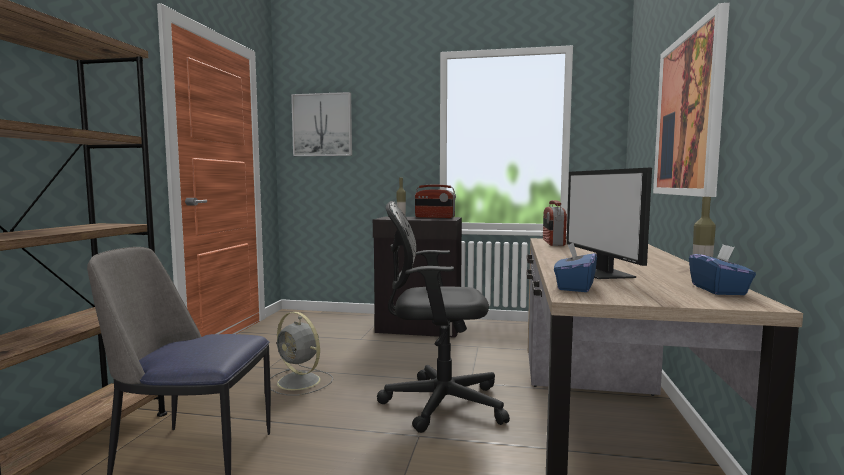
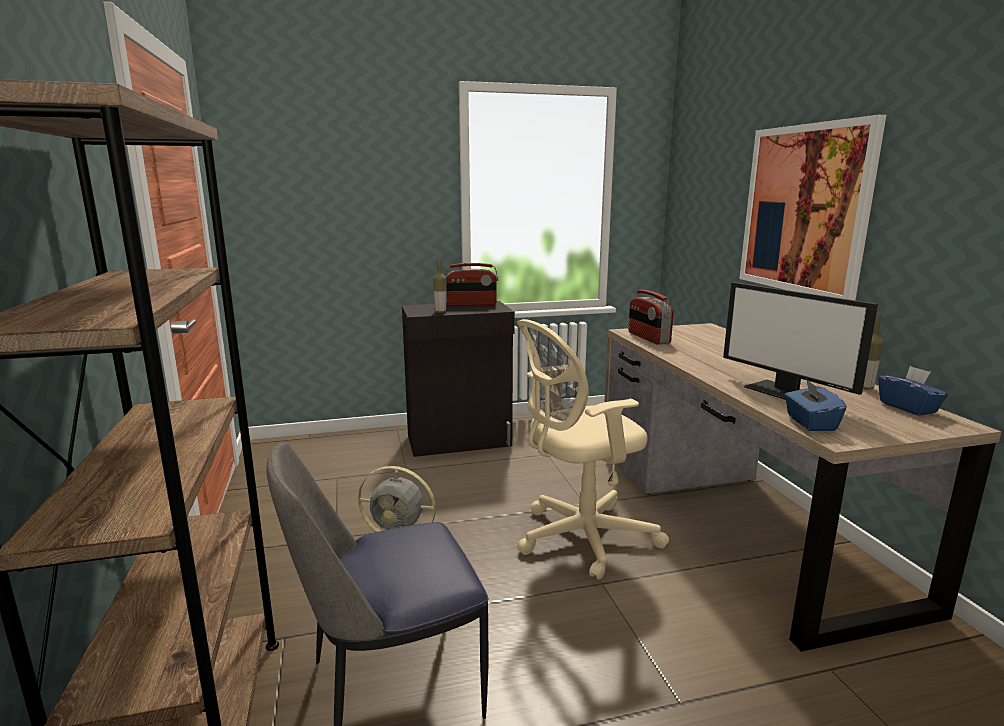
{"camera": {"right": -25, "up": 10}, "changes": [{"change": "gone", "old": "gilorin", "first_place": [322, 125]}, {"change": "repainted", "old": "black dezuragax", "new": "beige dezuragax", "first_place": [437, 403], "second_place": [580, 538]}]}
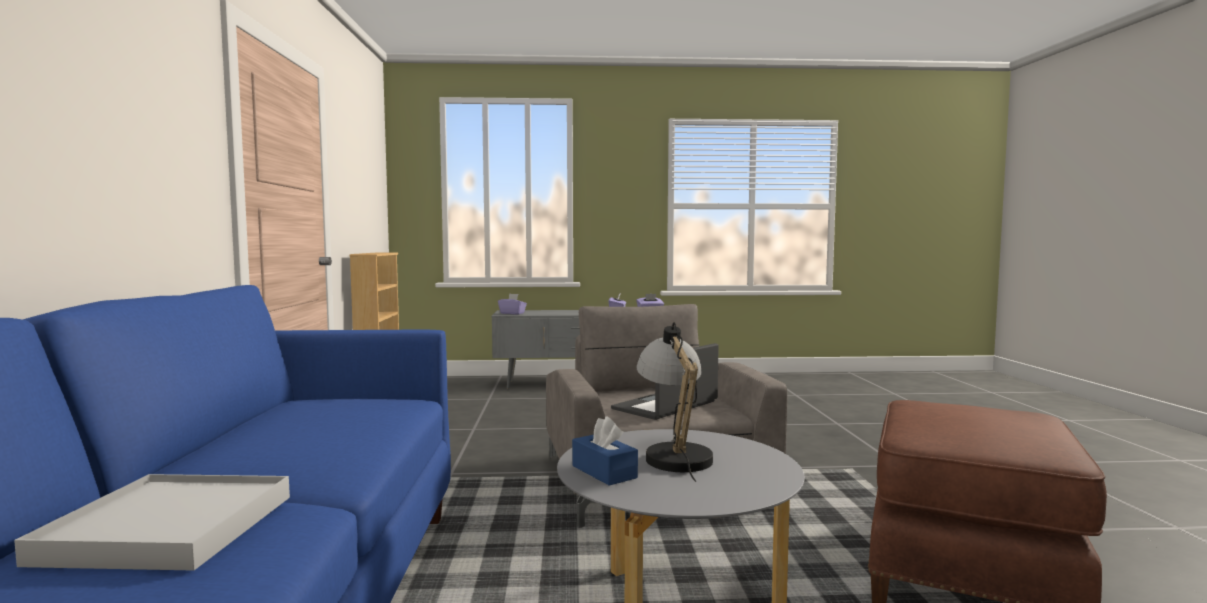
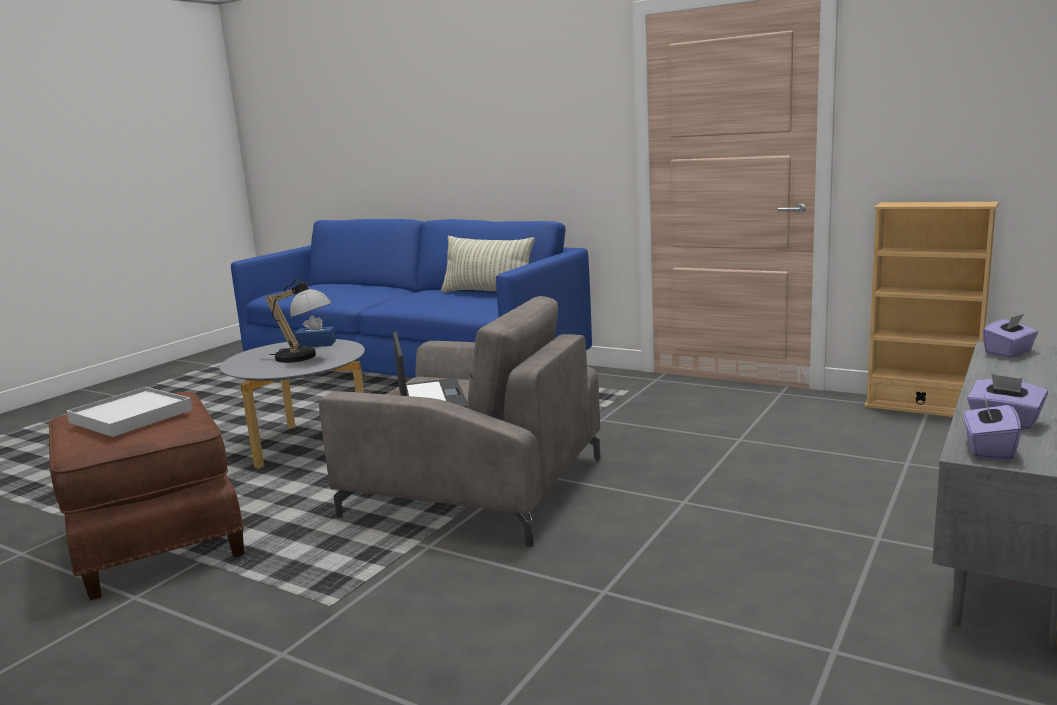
{"camera": {"right": 125, "up": 10}, "changes": [{"change": "shifted", "old": "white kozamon", "first_place": [168, 528], "second_place": [131, 416]}, {"change": "new", "new": "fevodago", "second_place": [488, 293]}]}
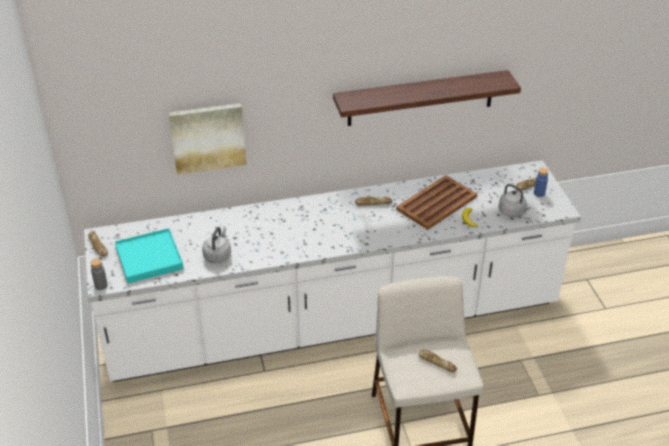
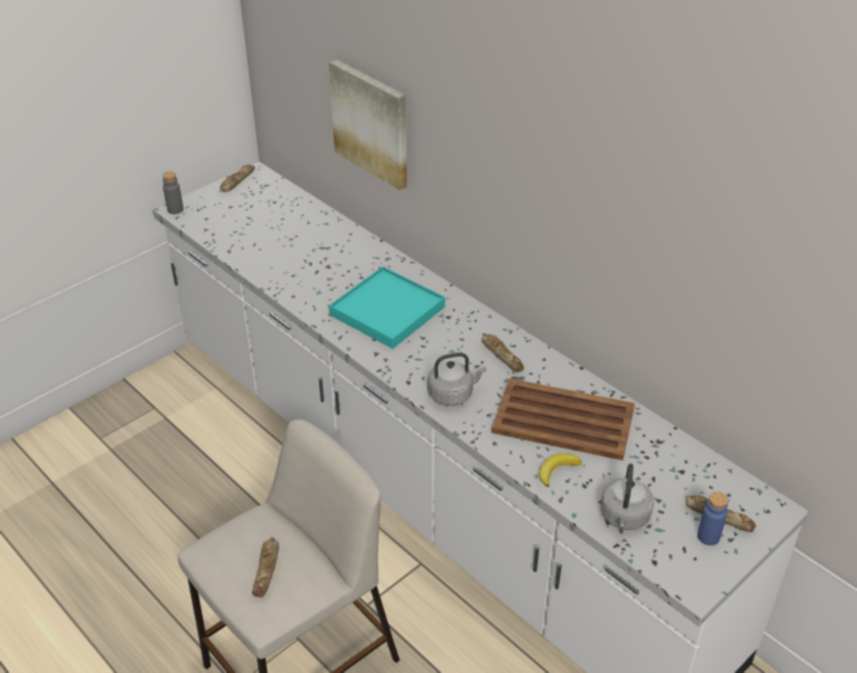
{"camera": {"right": 60, "up": 0}, "changes": [{"change": "gone", "old": "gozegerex", "first_place": [420, 98]}, {"change": "shifted", "old": "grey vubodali", "first_place": [218, 255], "second_place": [453, 394]}, {"change": "shifted", "old": "turquoise kozamon", "first_place": [149, 258], "second_place": [387, 311]}]}
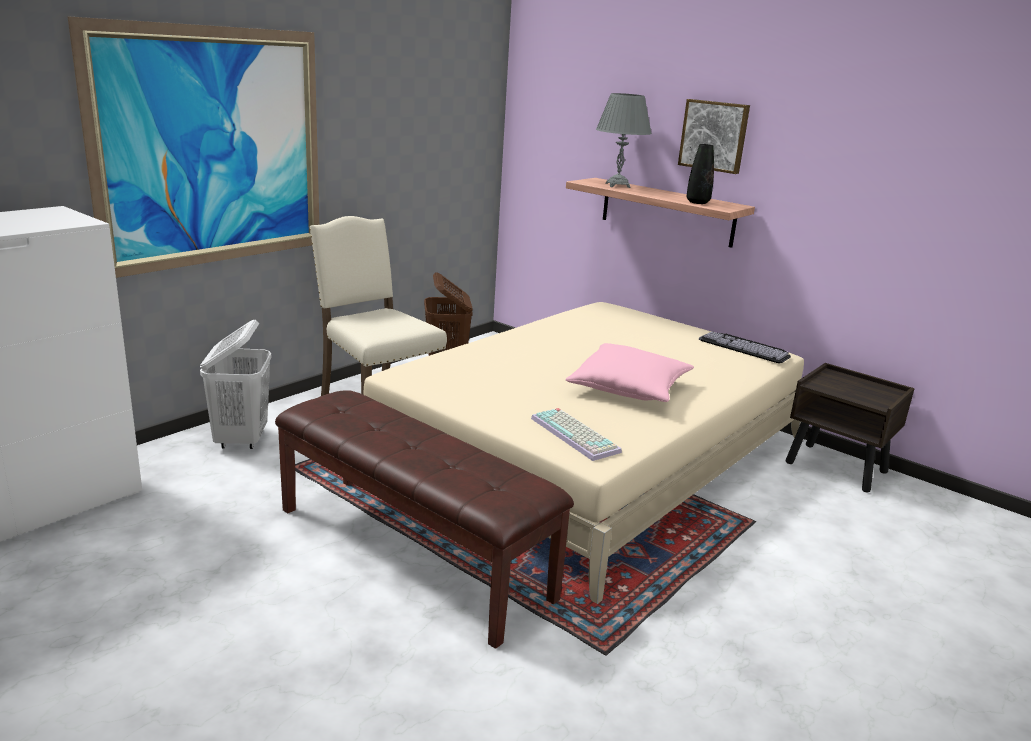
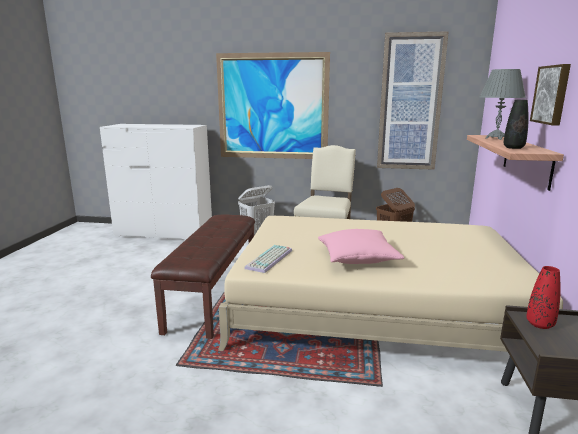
{"camera": {"right": 60, "up": -5}, "changes": [{"change": "gone", "old": "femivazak", "first_place": [746, 347]}, {"change": "new", "new": "gilorin", "second_place": [410, 103]}, {"change": "new", "new": "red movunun", "second_place": [540, 324]}]}
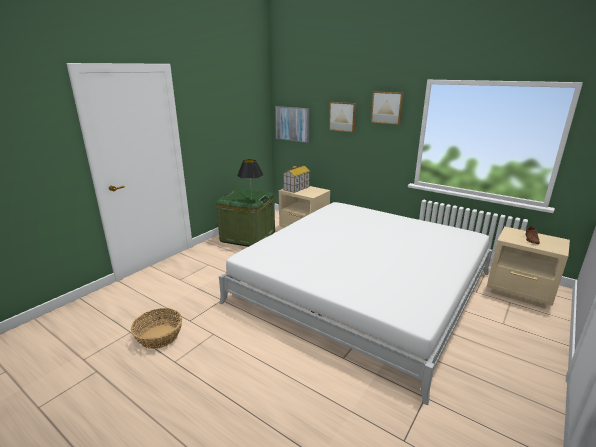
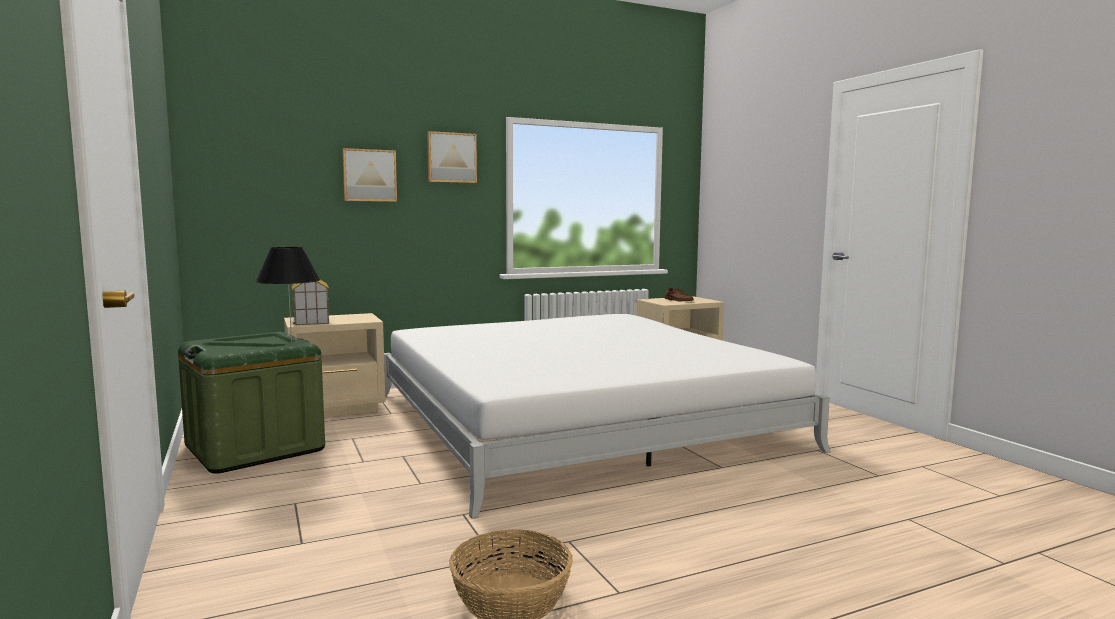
{"camera": {"right": -60, "up": -15}, "changes": [{"change": "gone", "old": "gilorin", "first_place": [292, 124]}]}
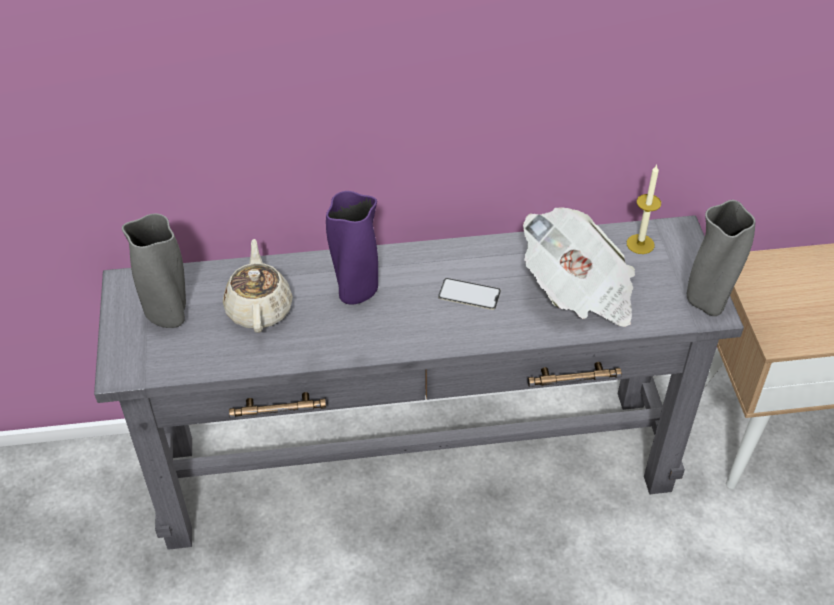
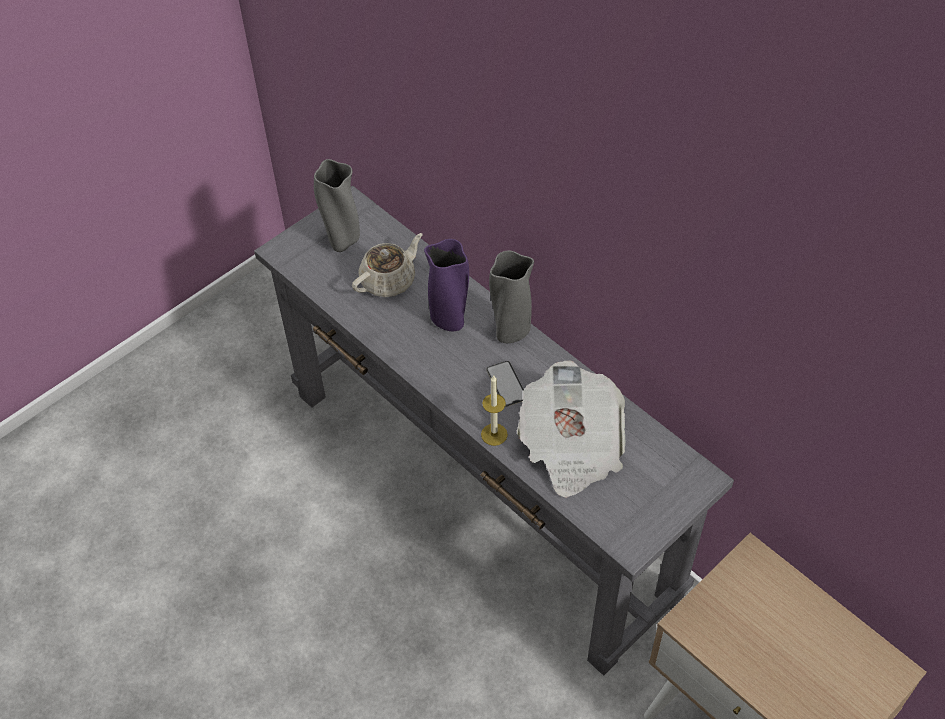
{"camera": {"right": 55, "up": 5}, "changes": [{"change": "shifted", "old": "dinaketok", "first_place": [640, 244], "second_place": [494, 434]}, {"change": "shifted", "old": "grey movunun", "first_place": [707, 303], "second_place": [511, 332]}]}
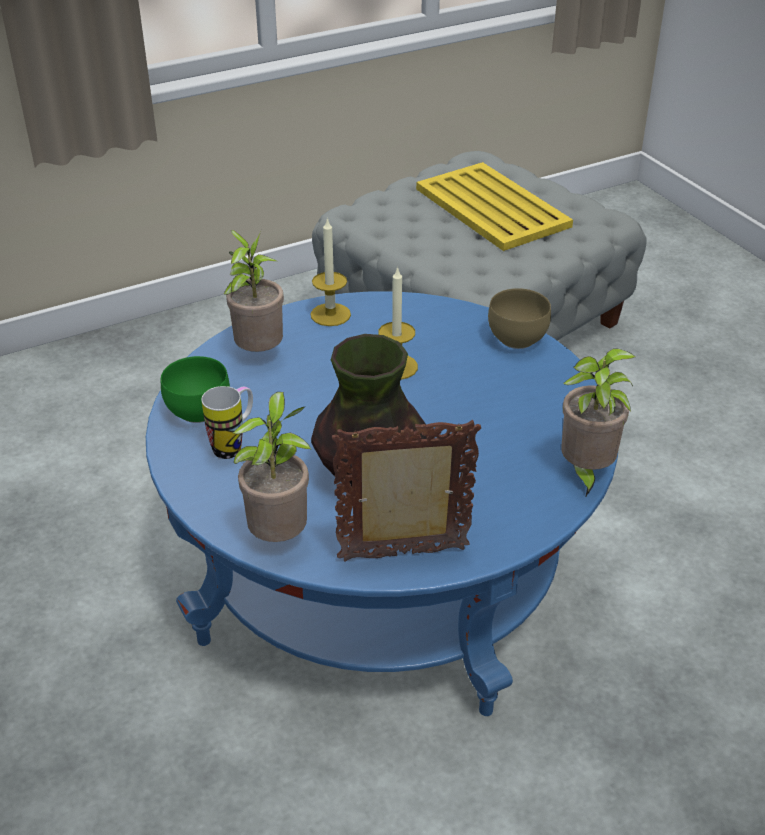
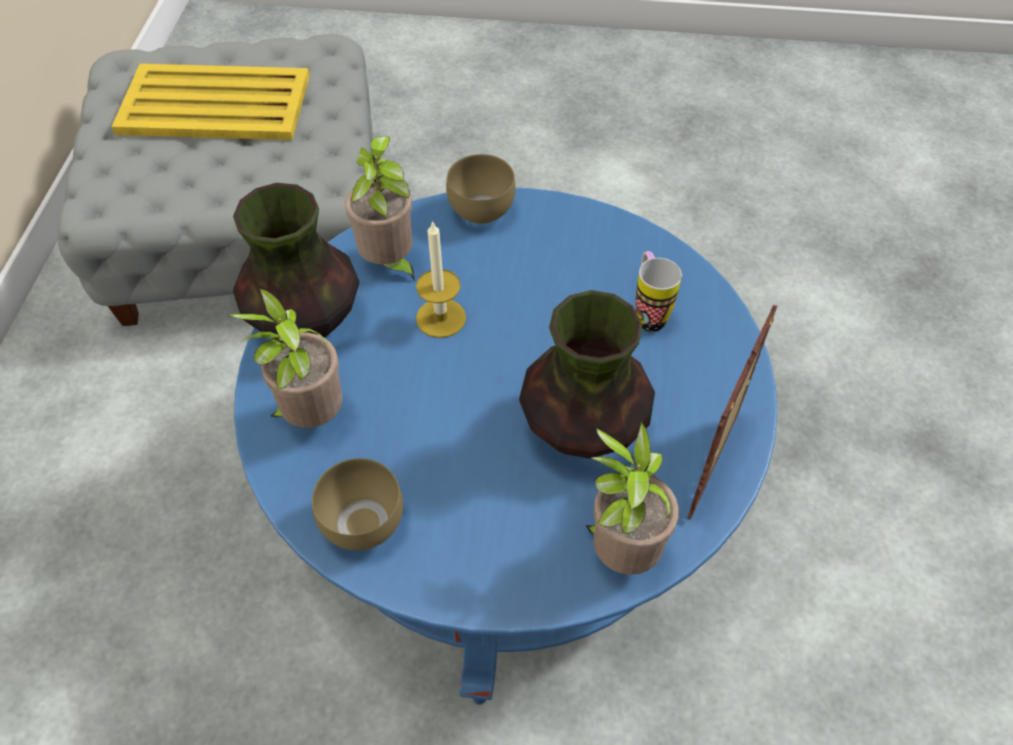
{"camera": {"right": -55, "up": 15}, "changes": [{"change": "swapped", "old": "dinaketok", "new": "movunun", "first_place": [330, 314], "second_place": [305, 320]}, {"change": "shifted", "old": "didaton", "first_place": [585, 473], "second_place": [389, 264]}, {"change": "repainted", "old": "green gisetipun", "new": "brown gisetipun", "first_place": [201, 412], "second_place": [366, 521]}, {"change": "shifted", "old": "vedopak", "first_place": [234, 445], "second_place": [647, 313]}]}
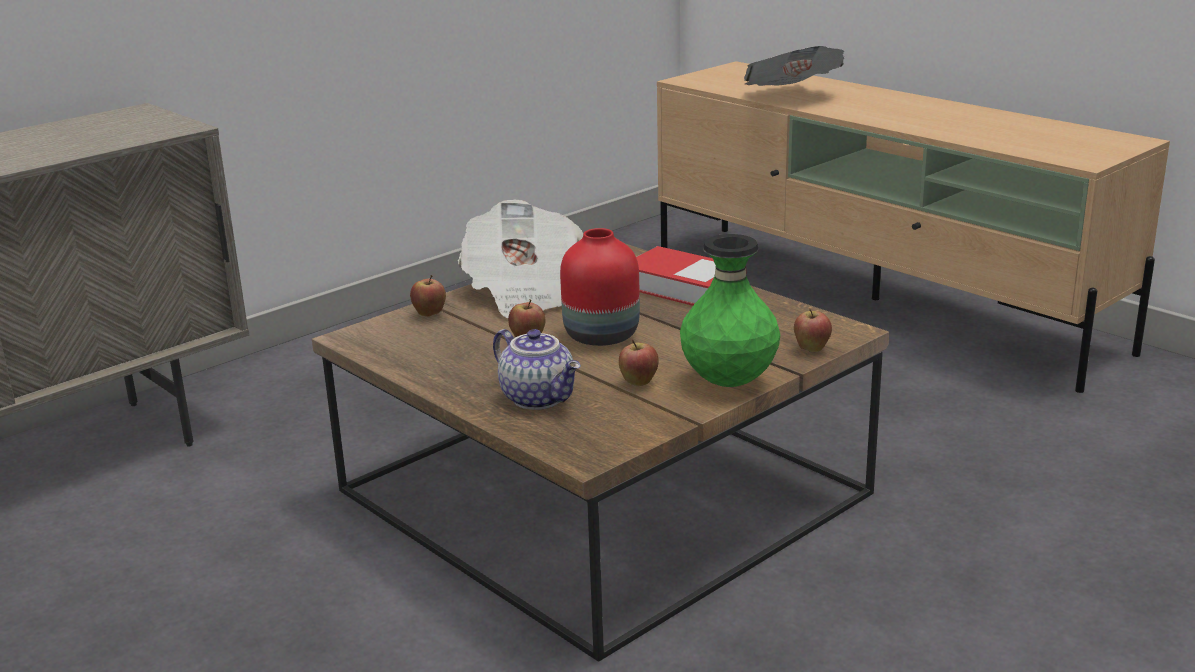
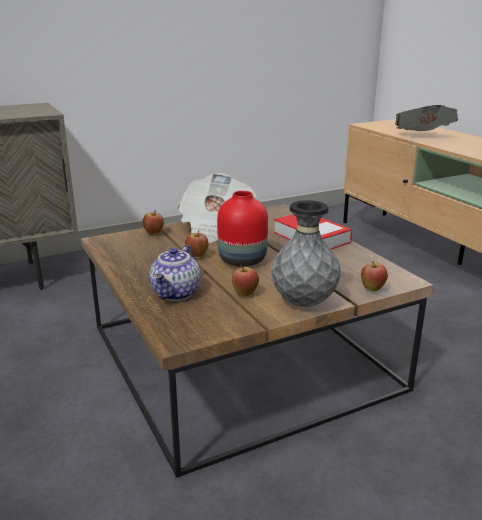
{"camera": {"right": 15, "up": 0}, "changes": [{"change": "repainted", "old": "green movunun", "new": "grey movunun", "first_place": [728, 383], "second_place": [303, 303]}, {"change": "rotated", "old": "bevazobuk", "first_place": [540, 398], "second_place": [177, 294], "degrees": 45}]}
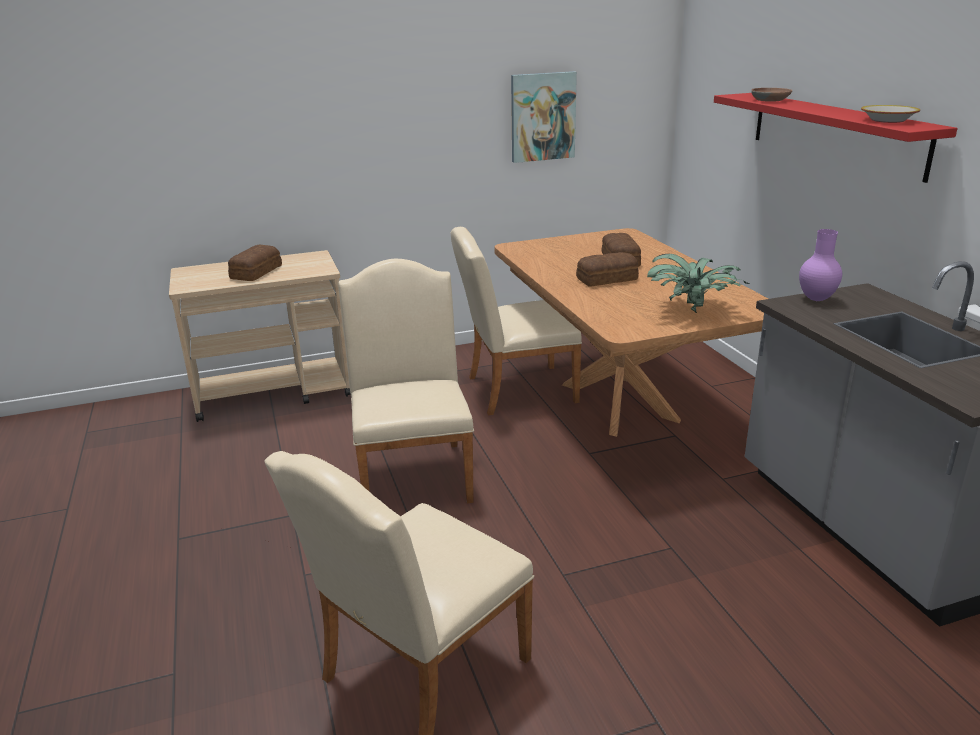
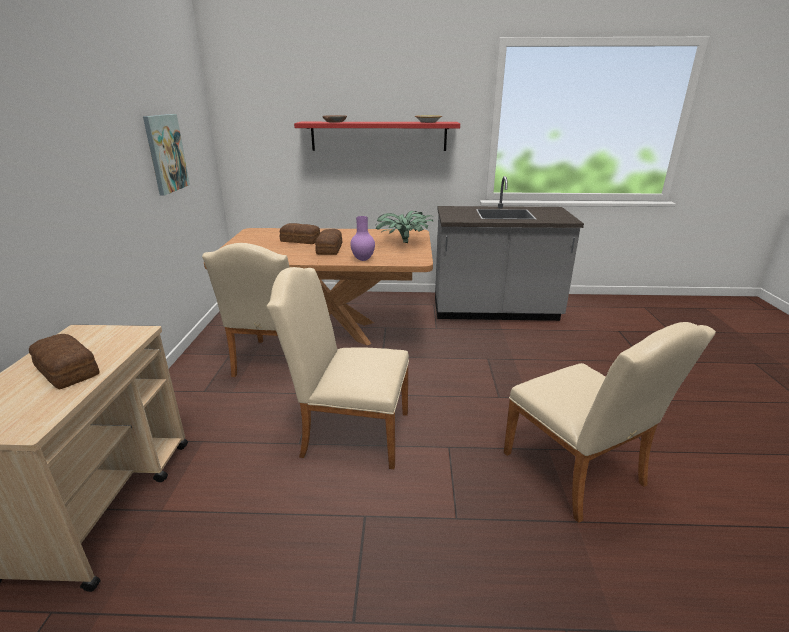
{"camera": {"right": -70, "up": 0}, "changes": [{"change": "shifted", "old": "purple movunun", "first_place": [817, 299], "second_place": [363, 259]}]}
